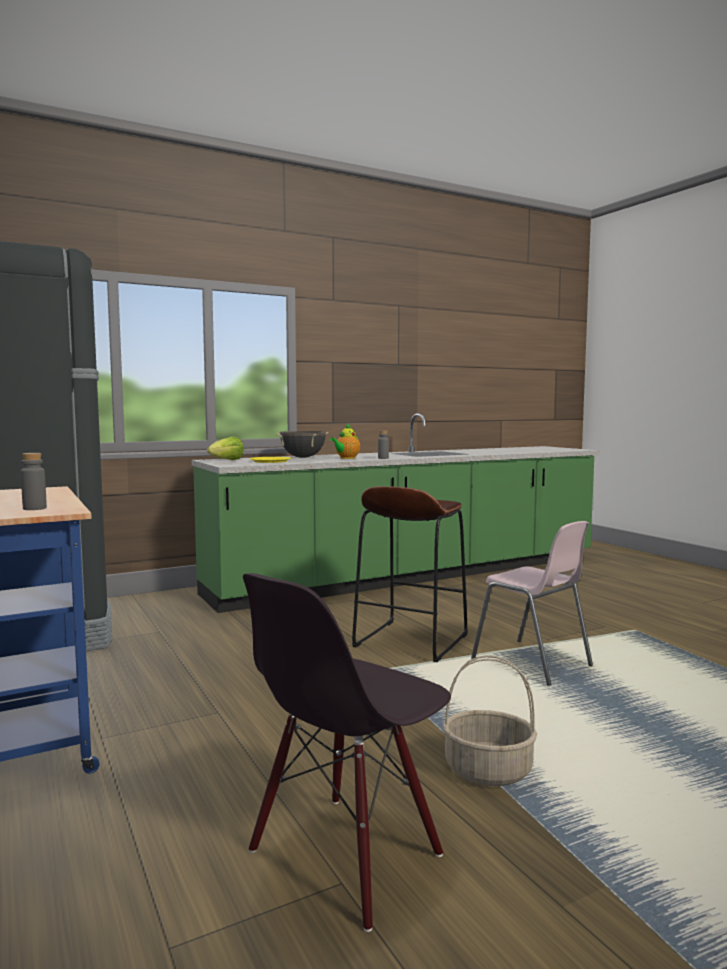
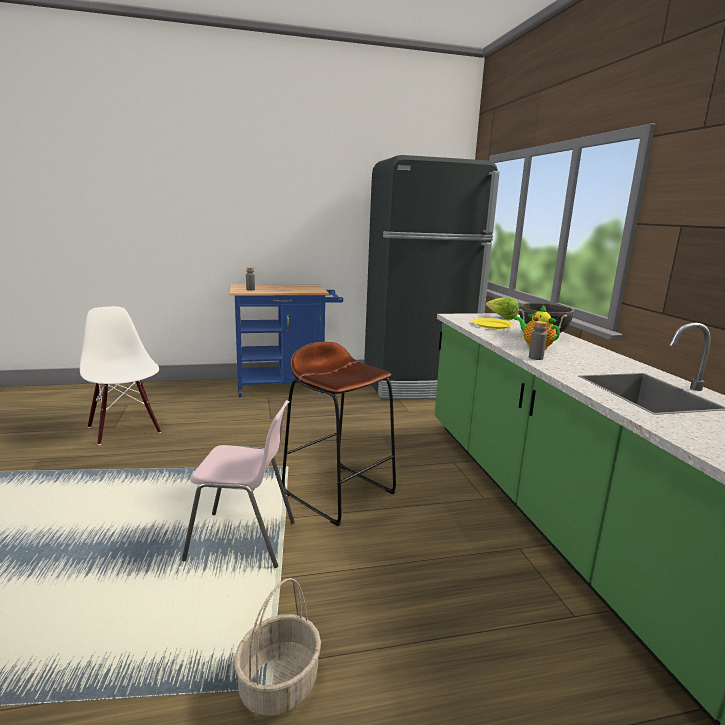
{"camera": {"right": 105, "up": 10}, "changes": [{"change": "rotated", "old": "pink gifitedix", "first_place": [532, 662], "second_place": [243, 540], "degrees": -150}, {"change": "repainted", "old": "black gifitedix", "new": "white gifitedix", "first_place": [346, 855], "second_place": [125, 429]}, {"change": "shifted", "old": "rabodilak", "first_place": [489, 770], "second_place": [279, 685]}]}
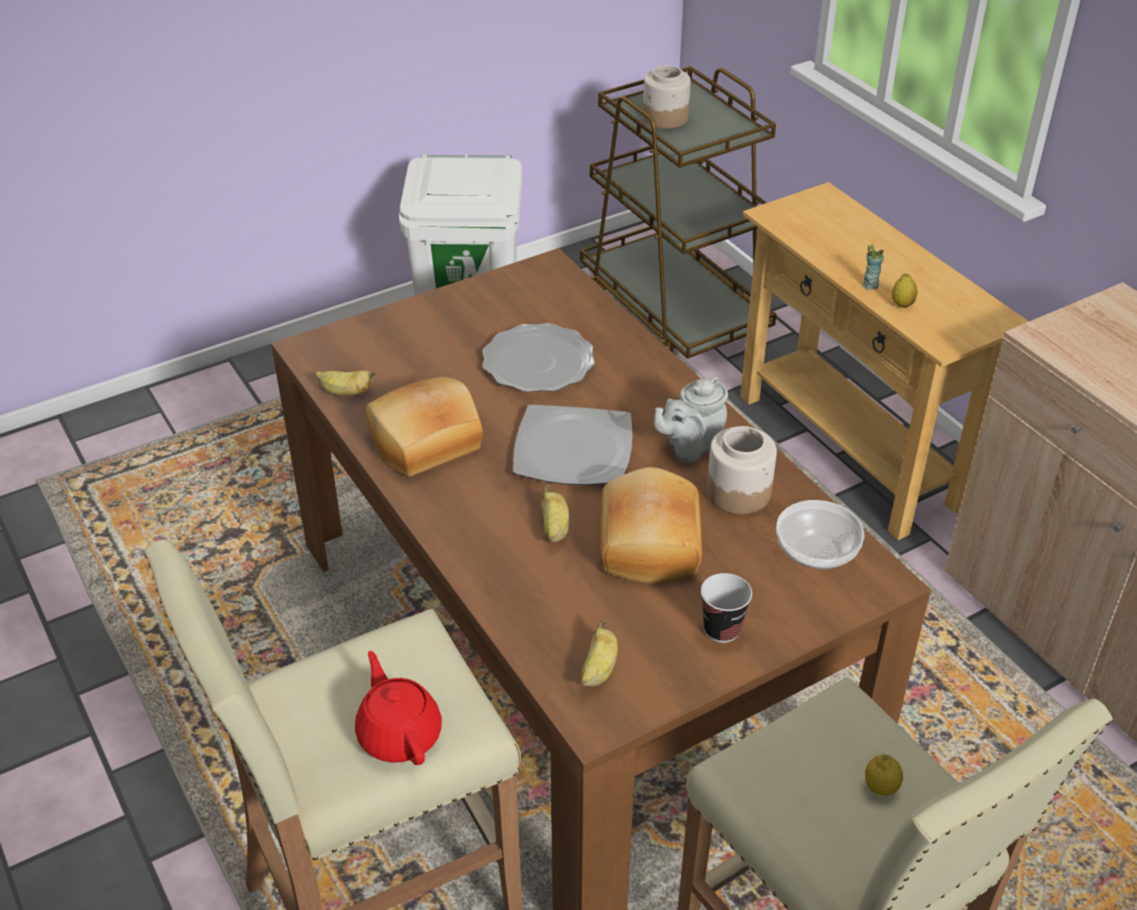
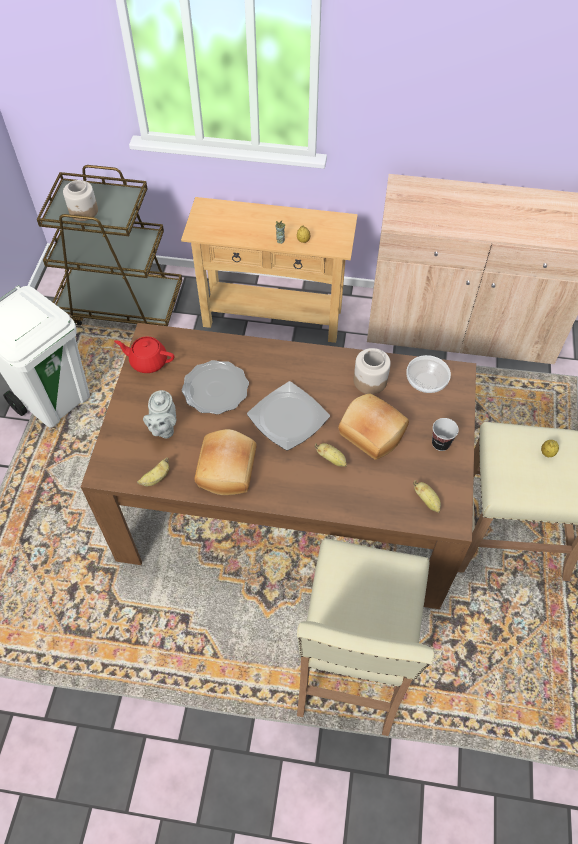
{"camera": {"right": -50, "up": 15}, "changes": [{"change": "shifted", "old": "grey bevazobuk", "first_place": [690, 448], "second_place": [163, 428]}, {"change": "shifted", "old": "red bevazobuk", "first_place": [399, 734], "second_place": [148, 361]}]}
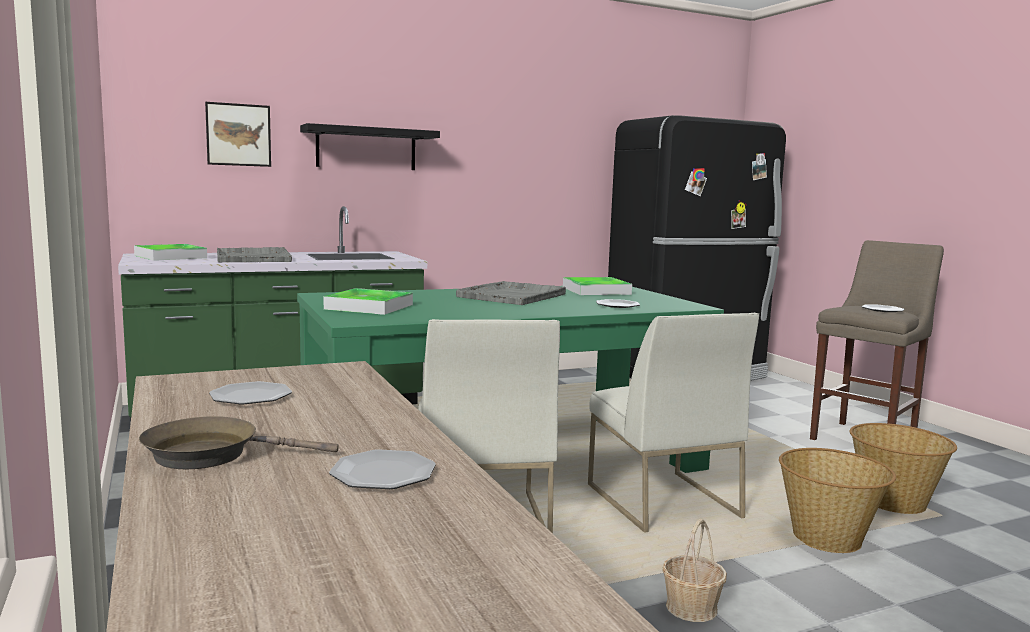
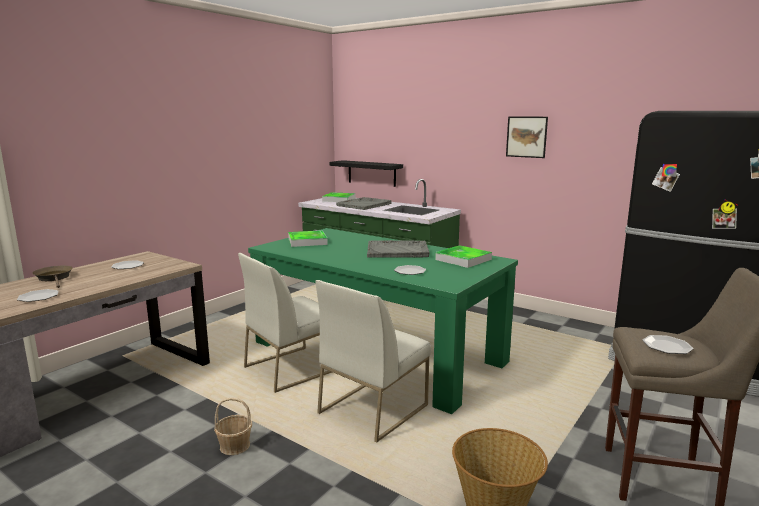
{"camera": {"right": 60, "up": 5}, "changes": [{"change": "shifted", "old": "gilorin", "first_place": [238, 135], "second_place": [526, 137]}, {"change": "shifted", "old": "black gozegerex", "first_place": [366, 148], "second_place": [371, 173]}, {"change": "gone", "old": "rabodilak", "first_place": [828, 538]}]}
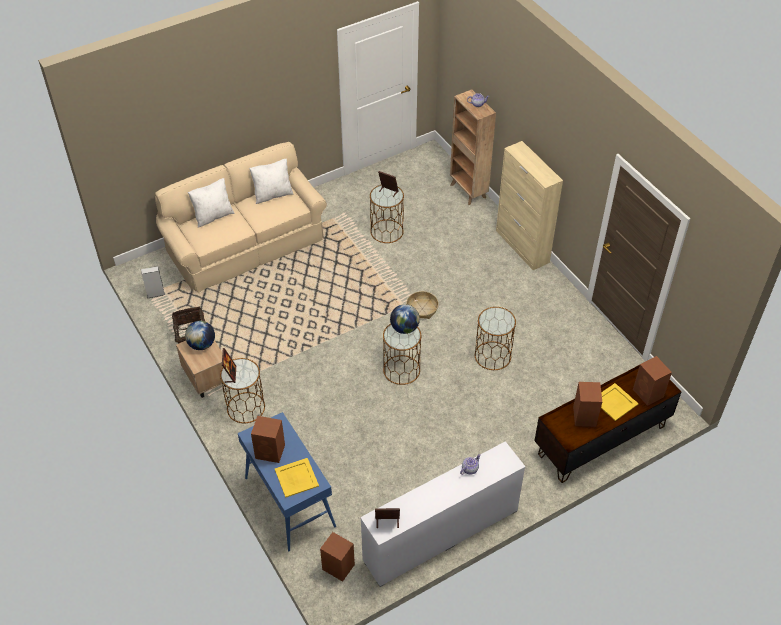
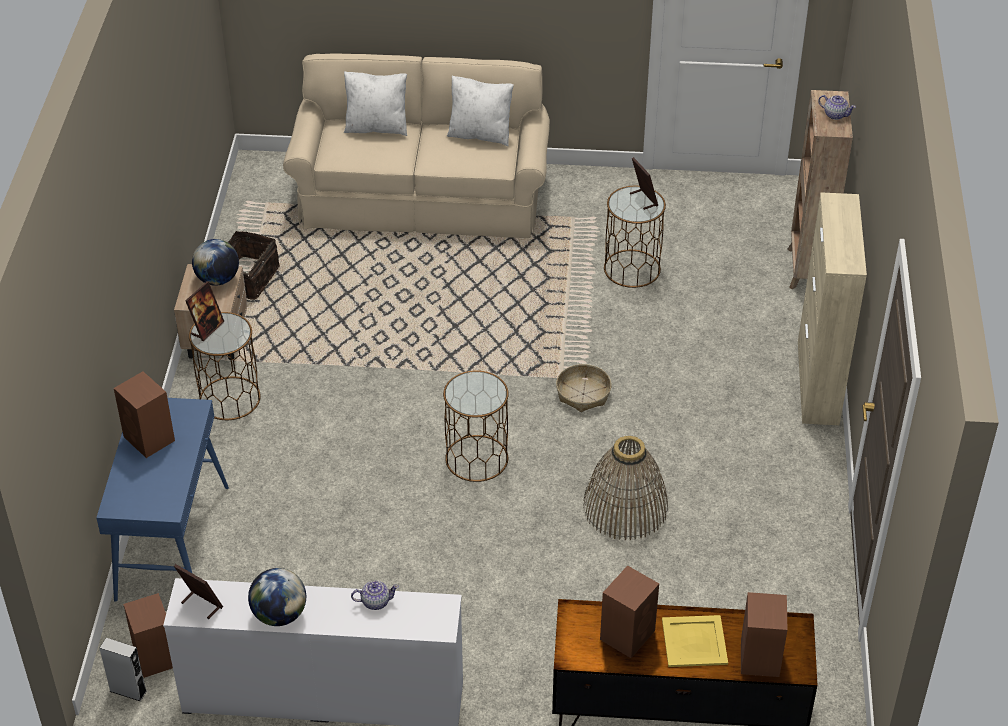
{"camera": {"right": 35, "up": -5}, "changes": [{"change": "shifted", "old": "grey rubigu", "first_place": [155, 294], "second_place": [128, 691]}, {"change": "shifted", "old": "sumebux", "first_place": [404, 328], "second_place": [279, 614]}, {"change": "swapped", "old": "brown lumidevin", "new": "rabodilak", "first_place": [492, 356], "second_place": [625, 508]}, {"change": "gone", "old": "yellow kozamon", "first_place": [297, 478]}]}
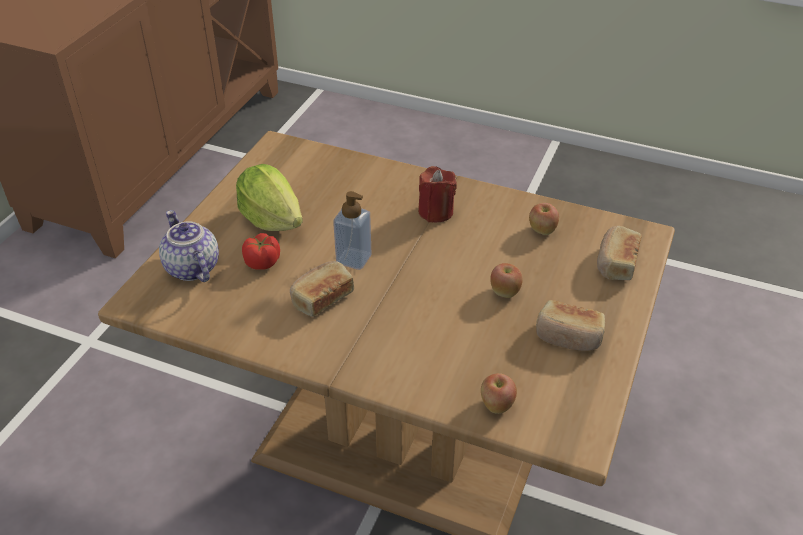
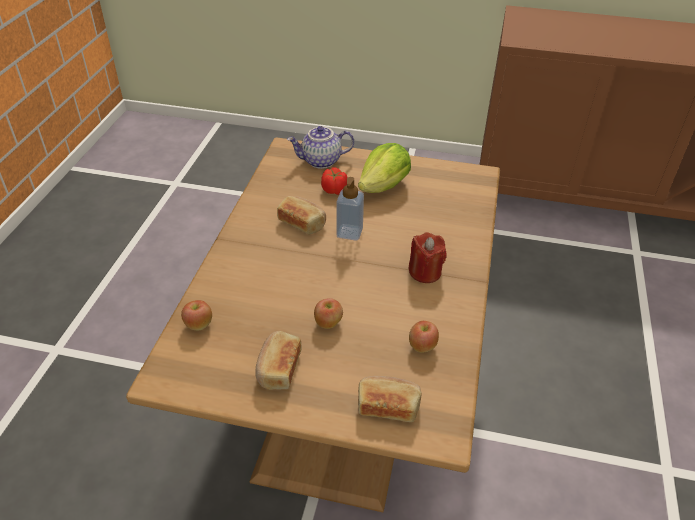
{"camera": {"right": 80, "up": 0}, "changes": [{"change": "rotated", "old": "bevazobuk", "first_place": [191, 268], "second_place": [321, 161], "degrees": -150}]}
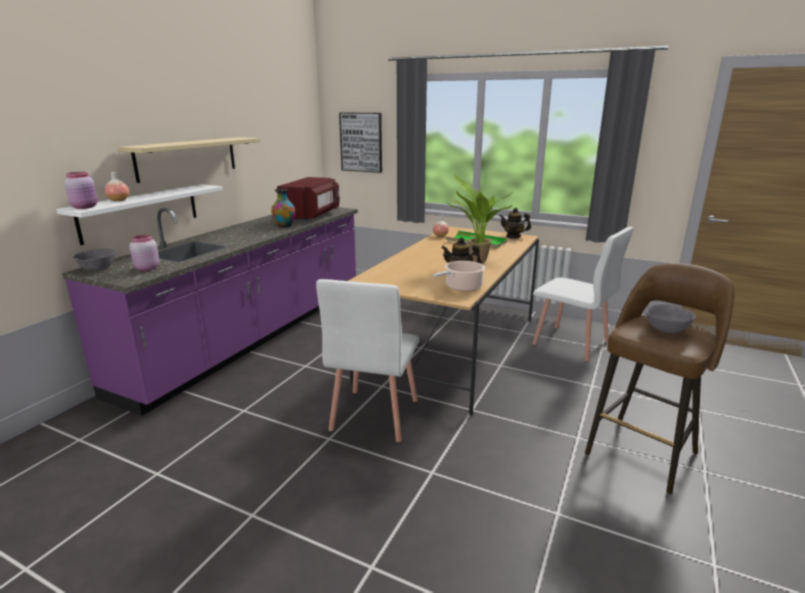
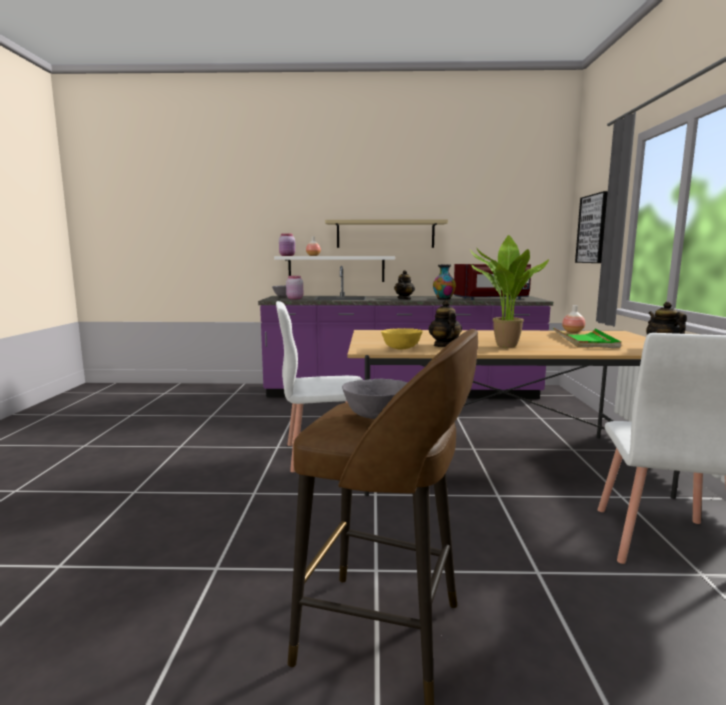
{"camera": {"right": 65, "up": -10}, "changes": [{"change": "swapped", "old": "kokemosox", "new": "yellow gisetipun", "first_place": [462, 287], "second_place": [401, 348]}, {"change": "new", "new": "bevazobuk", "second_place": [404, 298]}]}
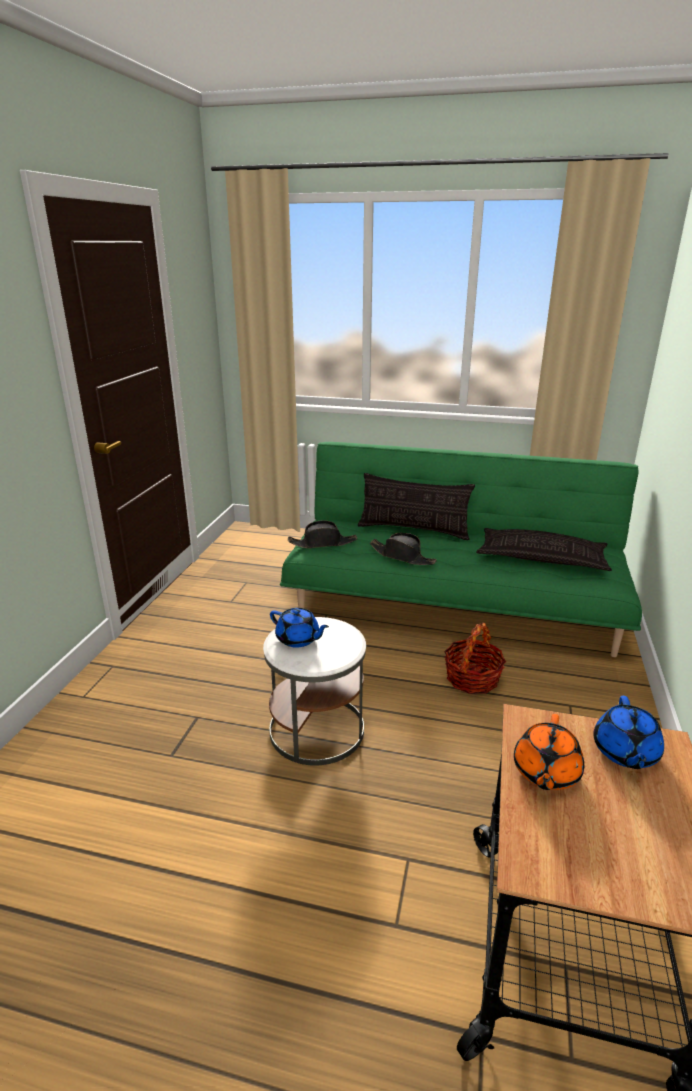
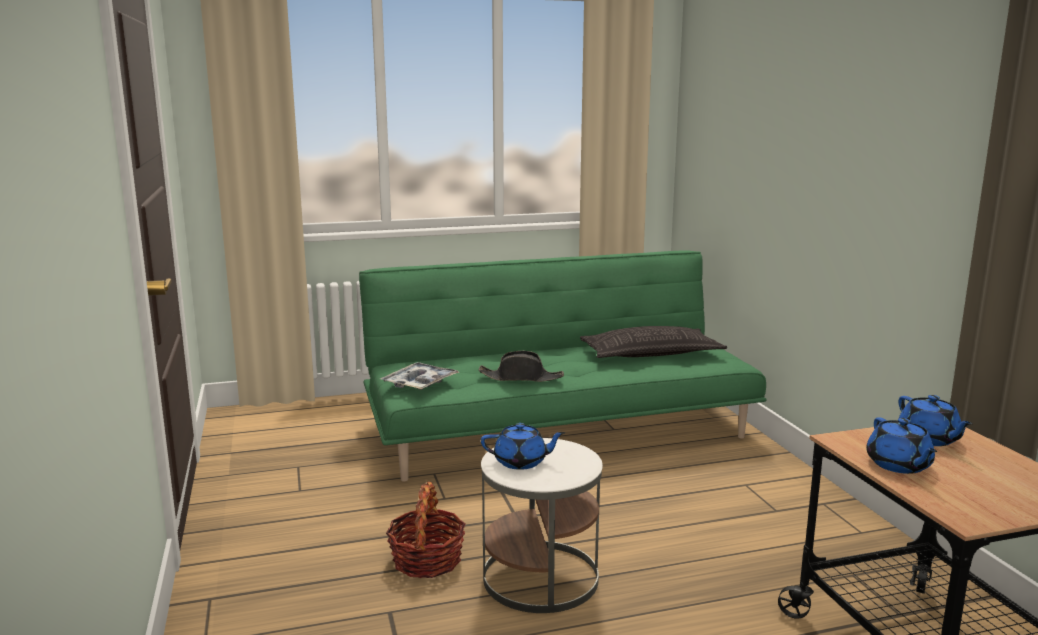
{"camera": {"right": -30, "up": -10}, "changes": [{"change": "gone", "old": "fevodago", "first_place": [413, 530]}, {"change": "swapped", "old": "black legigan", "new": "kozamon", "first_place": [323, 543], "second_place": [419, 383]}, {"change": "shifted", "old": "rabodilak", "first_place": [472, 679], "second_place": [427, 560]}, {"change": "repainted", "old": "orange bevazobuk", "new": "blue bevazobuk", "first_place": [545, 772], "second_place": [899, 465]}]}
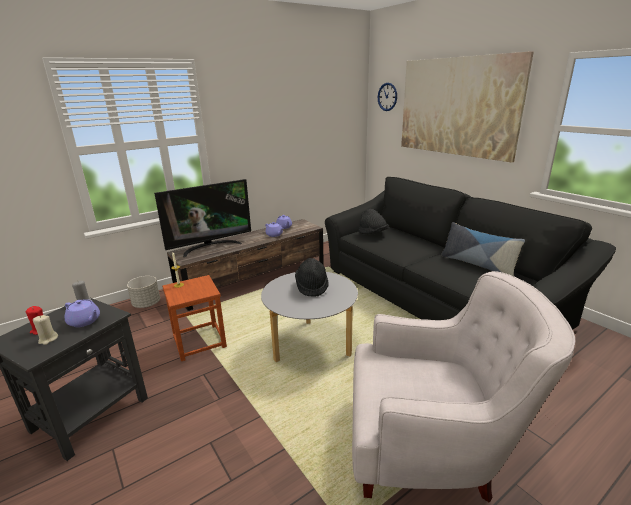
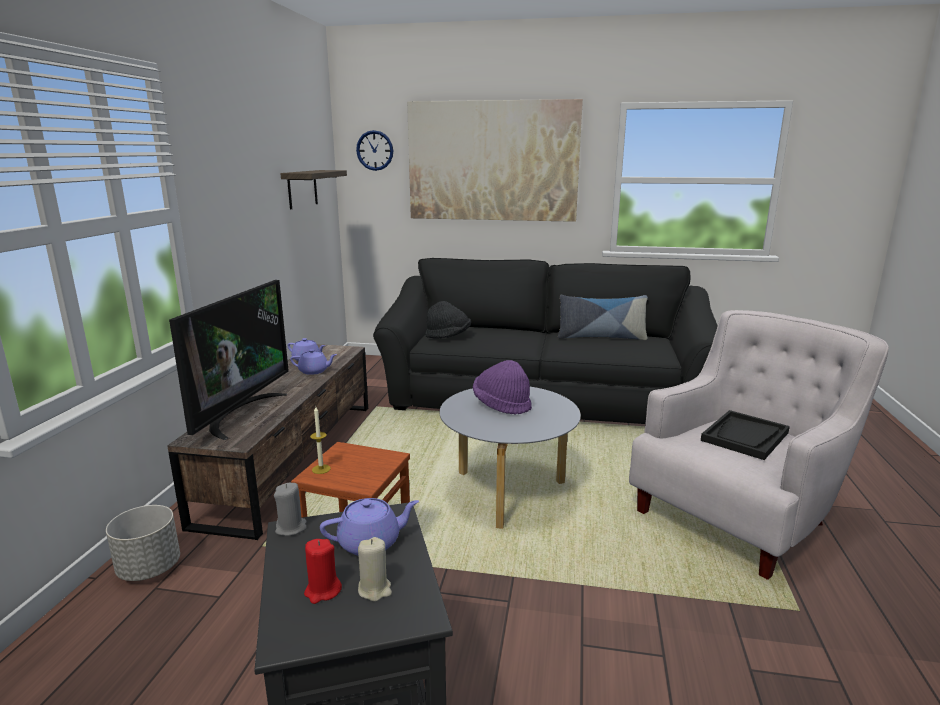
{"camera": {"right": -45, "up": -5}, "changes": [{"change": "repainted", "old": "black legigan", "new": "purple legigan", "first_place": [312, 287], "second_place": [502, 405]}, {"change": "new", "new": "gozegerex", "second_place": [302, 189]}, {"change": "new", "new": "black kozamon", "second_place": [745, 437]}]}
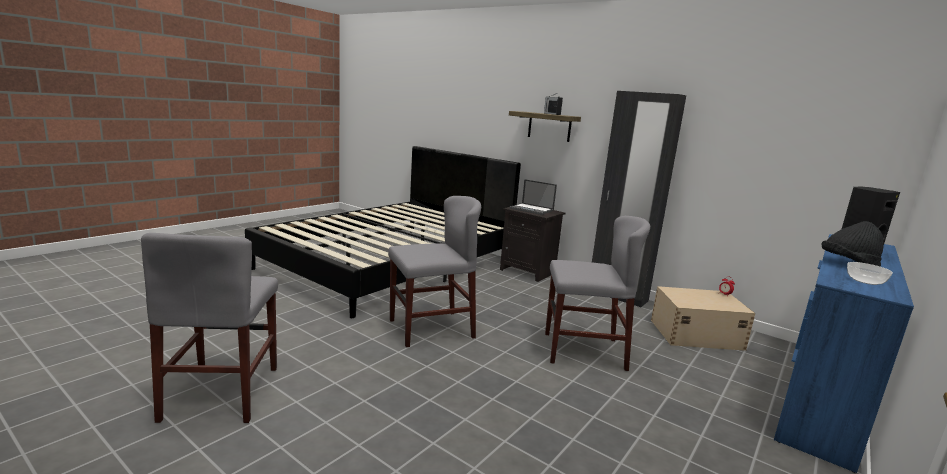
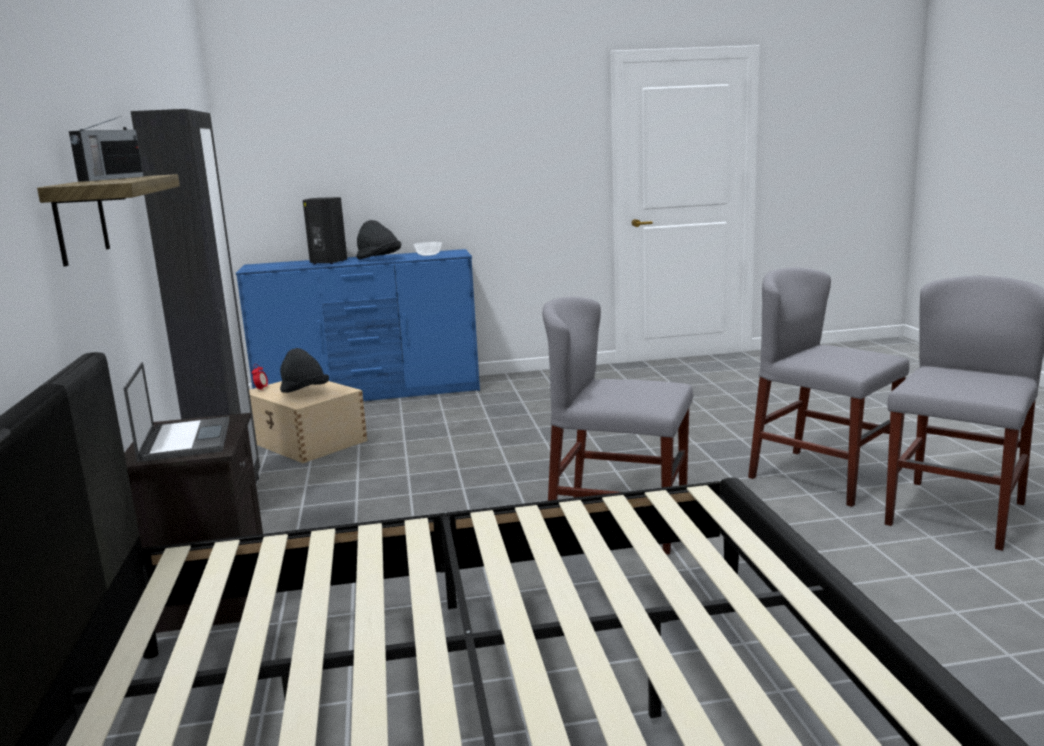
{"camera": {"right": -135, "up": 0}, "changes": [{"change": "shifted", "old": "grey gifitedix", "first_place": [583, 351], "second_place": [821, 477]}, {"change": "new", "new": "black legigan", "second_place": [304, 392]}]}
